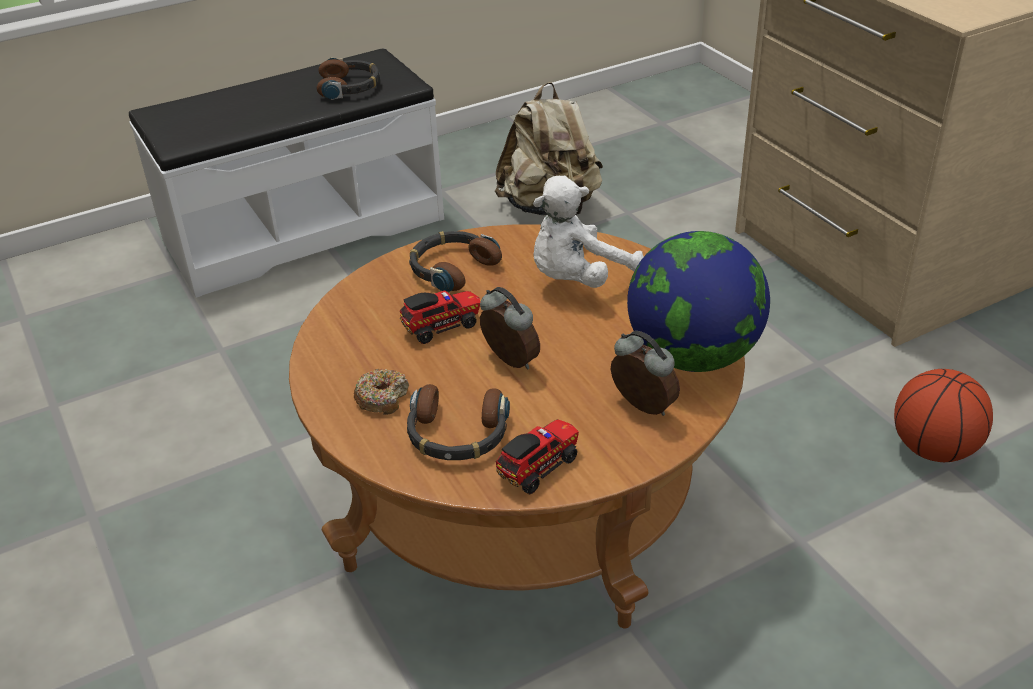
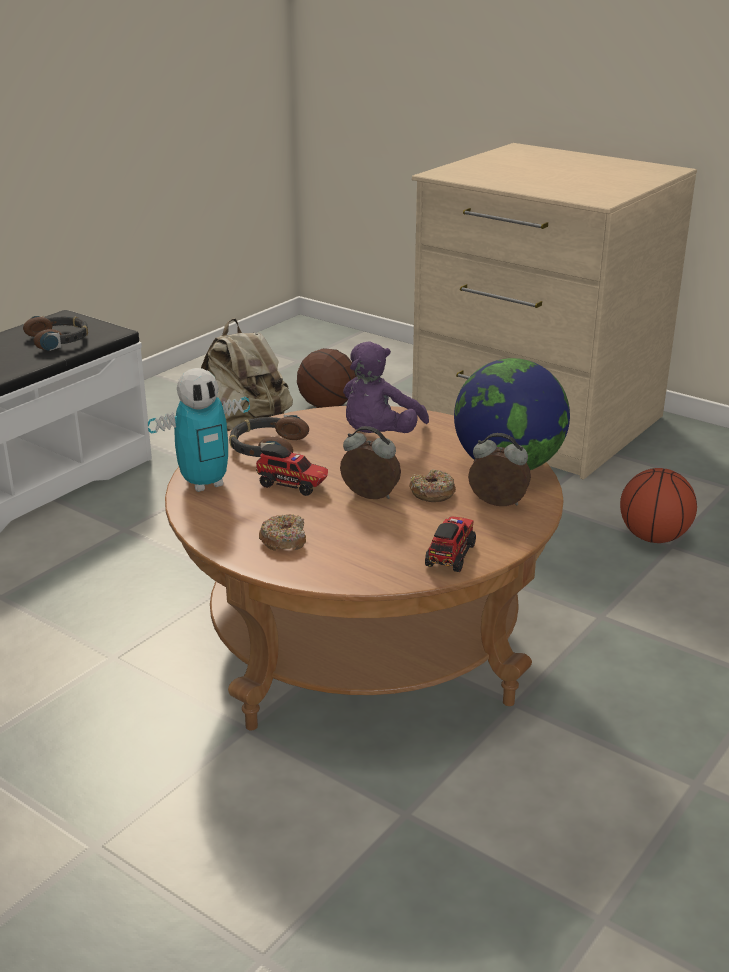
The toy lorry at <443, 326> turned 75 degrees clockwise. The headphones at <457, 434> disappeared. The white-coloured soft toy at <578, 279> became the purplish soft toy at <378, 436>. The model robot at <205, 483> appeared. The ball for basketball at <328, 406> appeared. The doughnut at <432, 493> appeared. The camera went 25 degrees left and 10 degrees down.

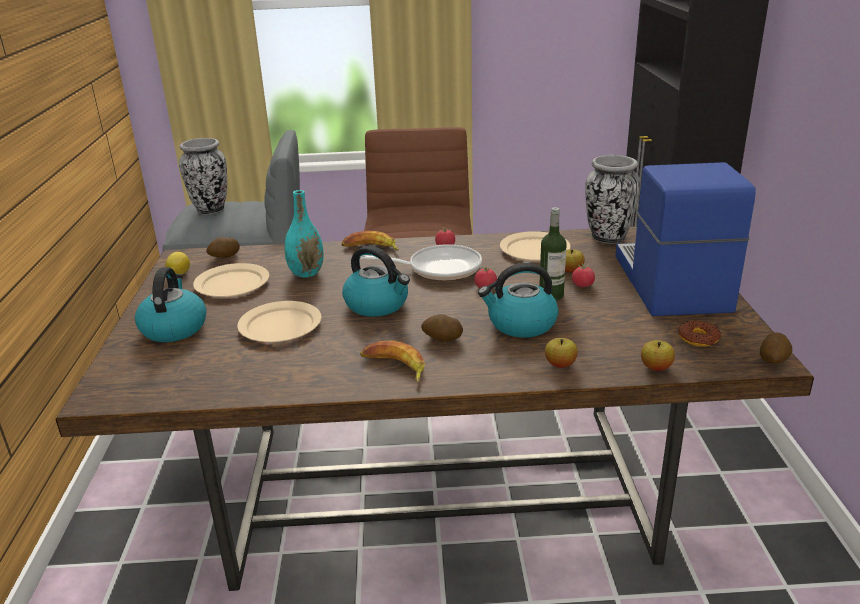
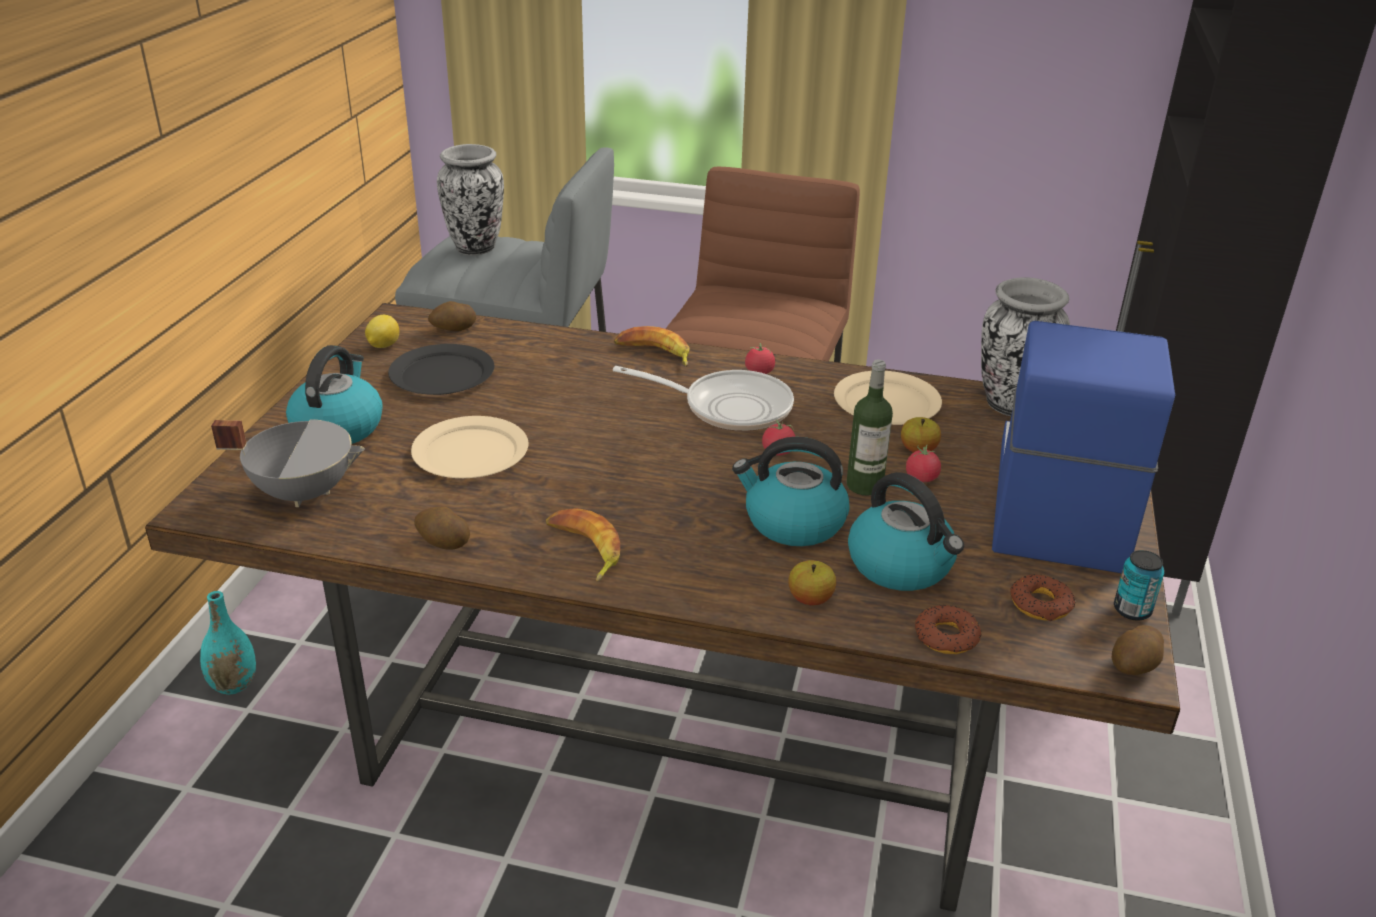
The beige flat dish at <233, 284> became the black-coloured flat dish at <443, 375>. The turquoise-coloured flower vase moved from <306, 273> to <234, 684>. The kettle moved from <377, 304> to <902, 566>. The potato moved from <442, 338> to <443, 542>. The apple at <656, 367> was replaced by the doughnut at <946, 636>. The gray cooking pot at <304, 491> appeared. The can at <1132, 610> appeared. The camera went 15 degrees right and 5 degrees up.

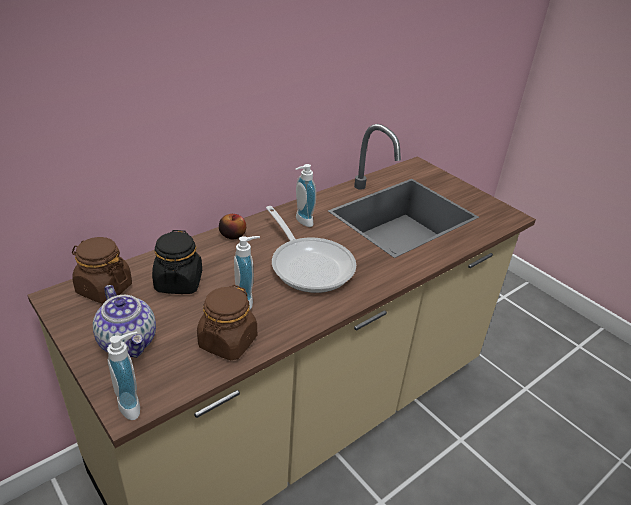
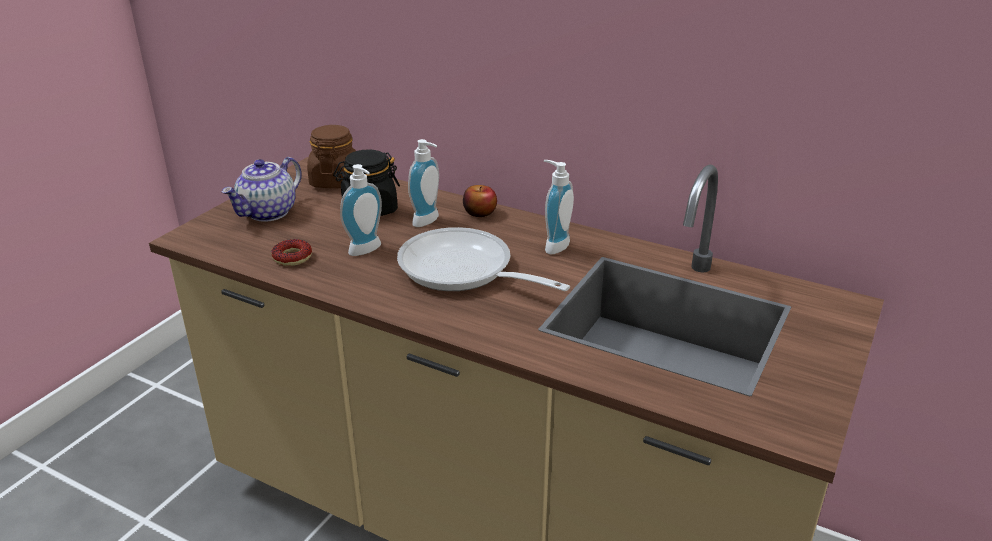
The liquid soap bottle moved from <133, 404> to <429, 221>. The brown-coloured preserve jar at <227, 342> was replaced by the doughnut at <292, 257>. The skillet at <309, 265> turned 90 degrees clockwise. The camera went 70 degrees right and 5 degrees down.

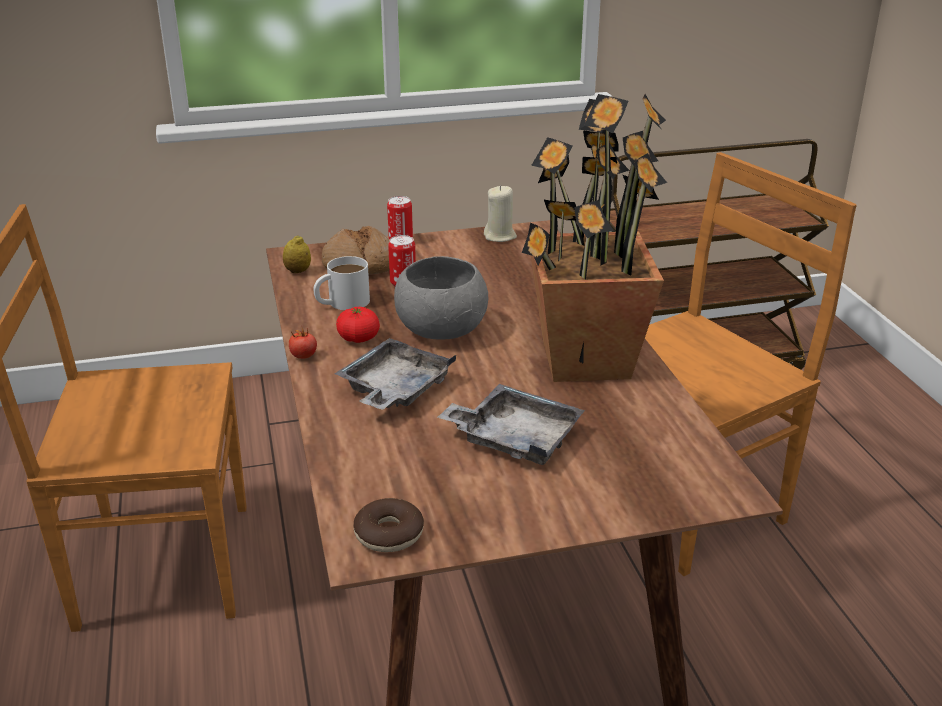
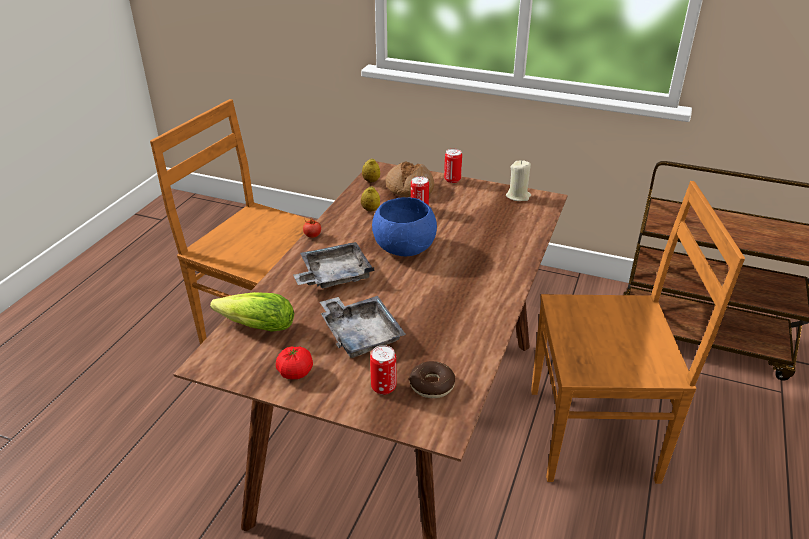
The white-coloured tea mug at <341, 303> was replaced by the citrus fruit at <370, 210>. The tomato moved from <358, 338> to <295, 372>. The doughnut moved from <389, 534> to <432, 385>. The gray serving bowl at <441, 329> became the bluish serving bowl at <405, 247>. The plant in a pot at <584, 359> disappeared. The lettuce at <253, 326> appeared. The can at <383, 387> appeared. The camera went 35 degrees right and 5 degrees up.

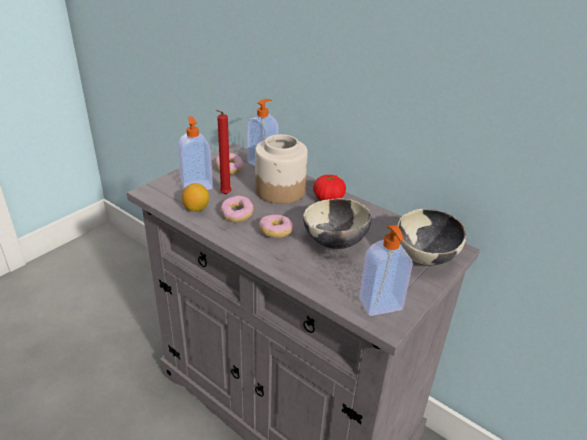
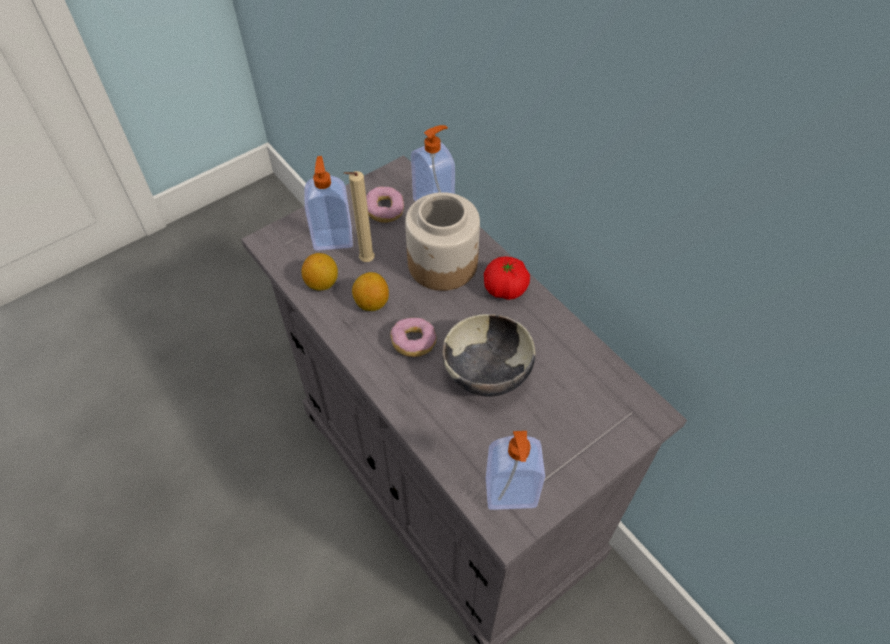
The reddish wax light at <224, 195> became the beige wax light at <365, 262>. The doughnut at <237, 215> was replaced by the citrus fruit at <372, 303>. The serving bowl at <425, 257> disappeared. The camera went 15 degrees right and 20 degrees up.

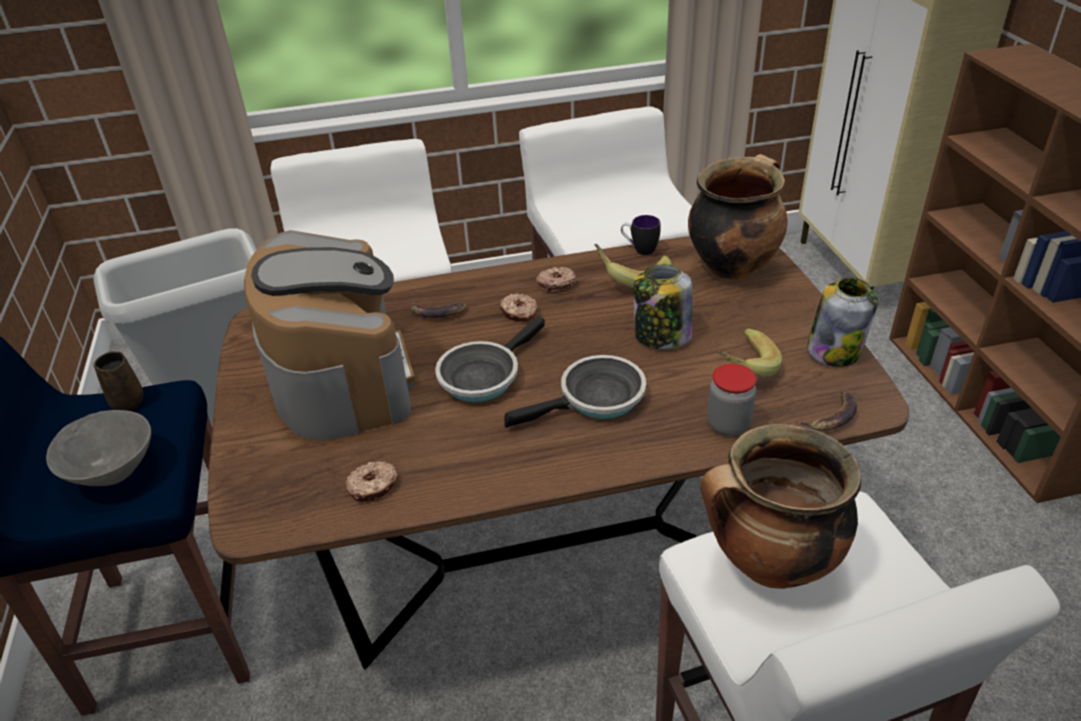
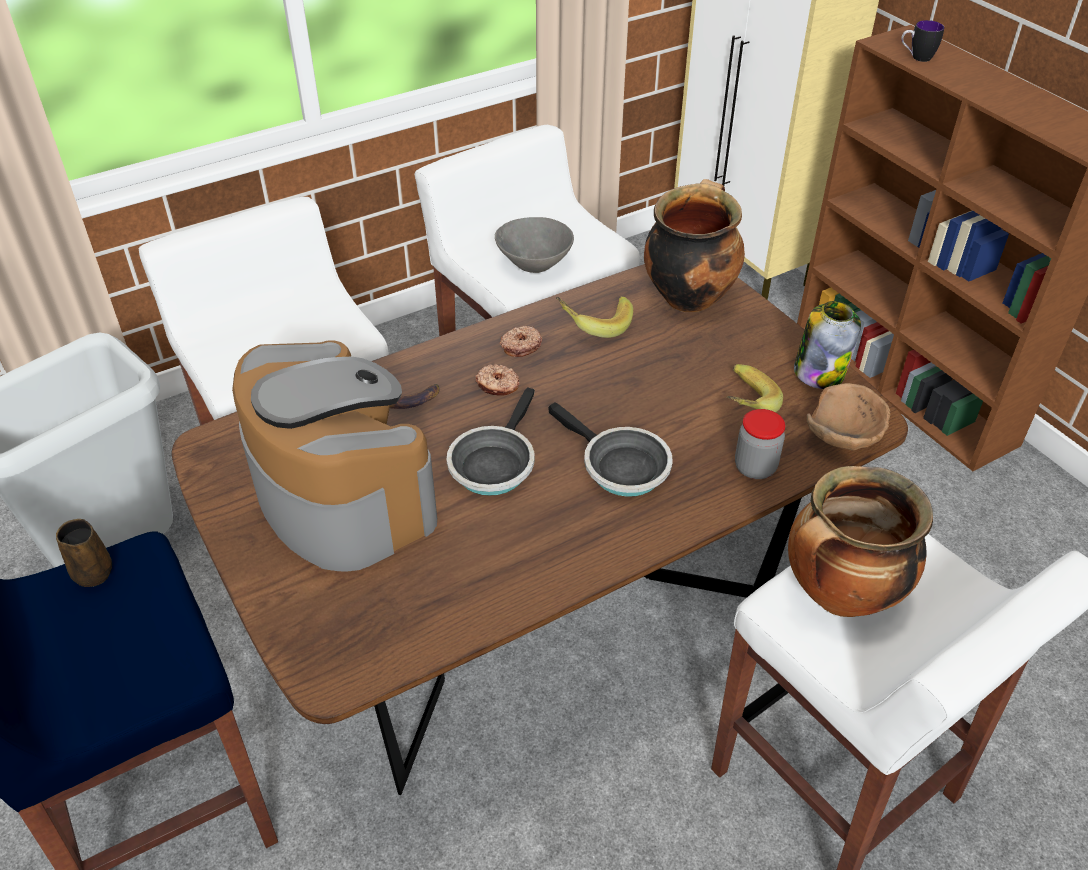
The gray serving bowl moved from <113, 470> to <534, 264>. The doughnut at <373, 487> disappeared. The skillet at <596, 399> turned 90 degrees clockwise. The tea mug moved from <639, 250> to <916, 58>. The preserve jar at <661, 336> disappeared. The banana fruit at <831, 416> was replaced by the brown-coloured serving bowl at <843, 440>. The camera went 20 degrees left and 5 degrees up.

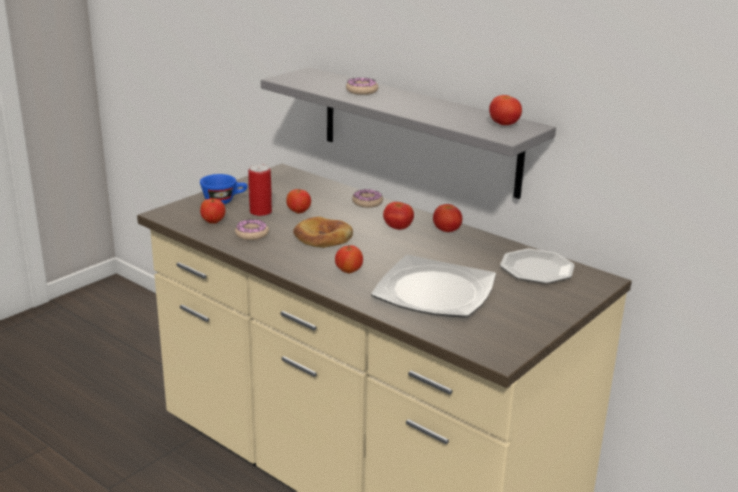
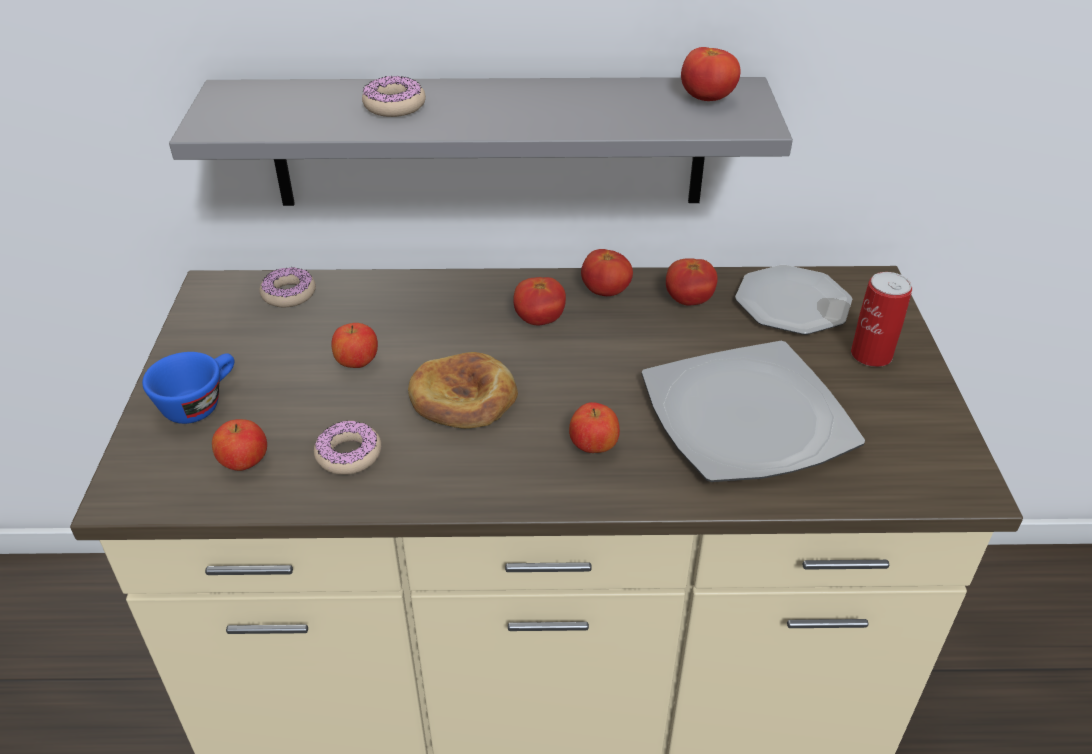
The can moved from <260, 212> to <871, 355>. The doughnut moved from <367, 203> to <289, 294>. The tomato at <688, 301> appeared. The camera went 40 degrees left and 15 degrees up.

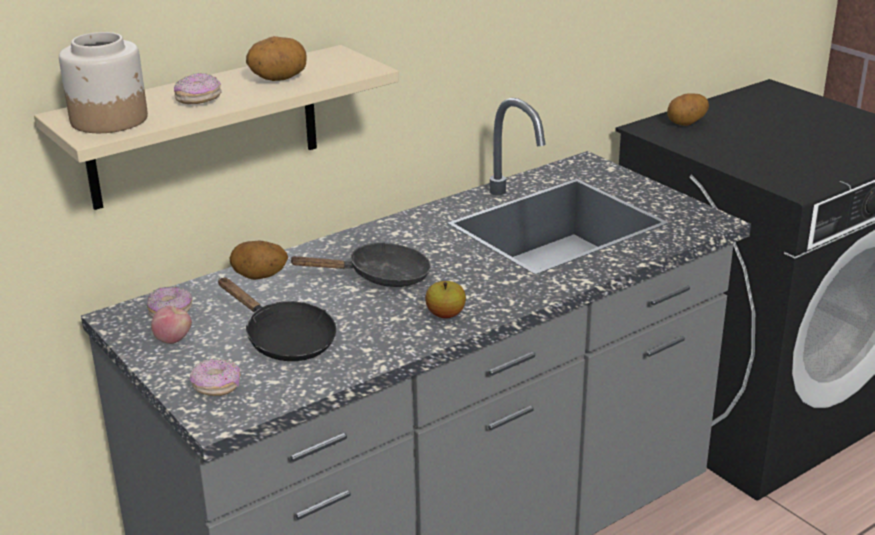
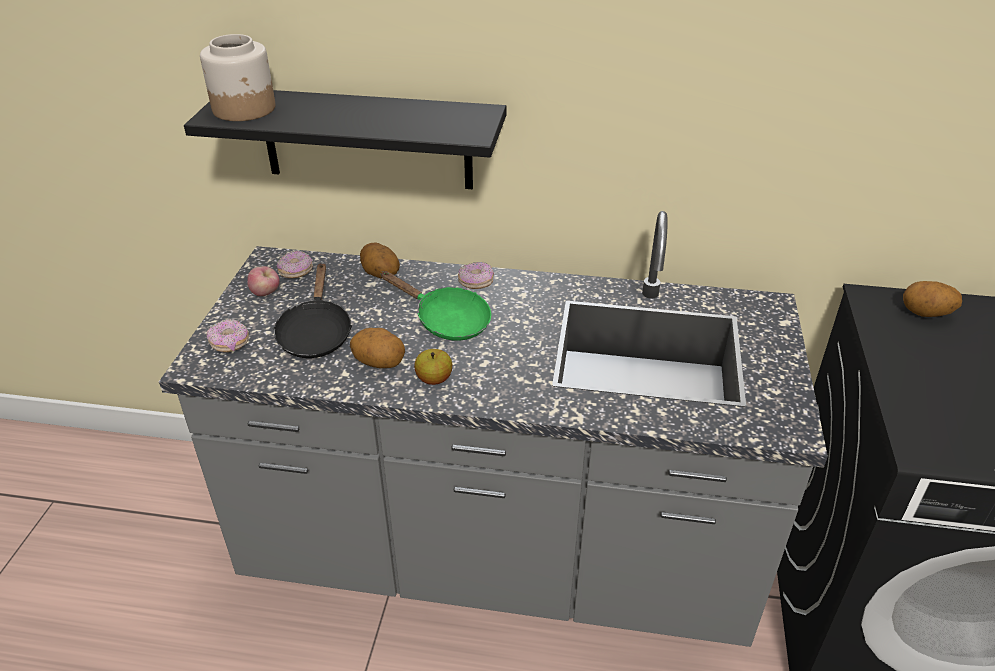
The beige wall shelf at <204, 127> became the black-coloured wall shelf at <367, 139>. The doughnut moved from <199, 100> to <476, 283>. The potato moved from <278, 79> to <379, 363>. The black-coloured skillet at <380, 277> became the green skillet at <446, 320>. The camera went 45 degrees right and 10 degrees up.

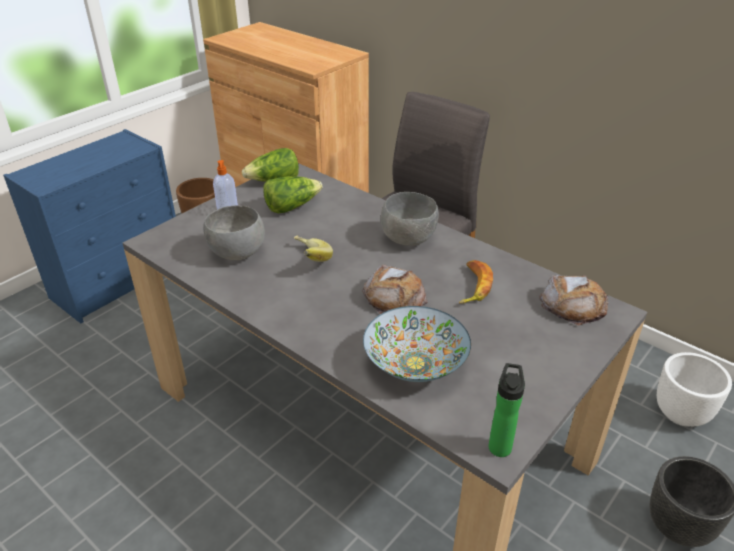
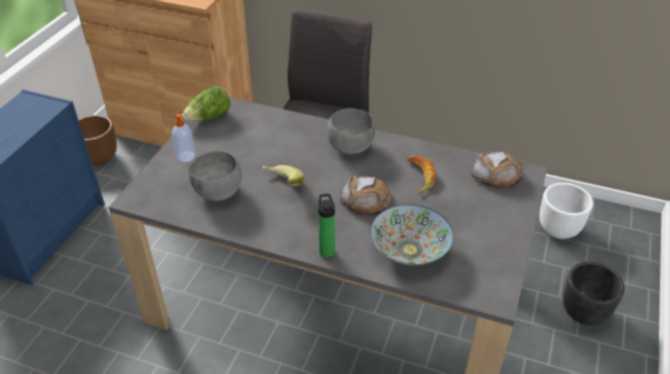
The lettuce at <291, 206> disappeared. The drink bottle moved from <500, 445> to <326, 250>. The camera went 20 degrees left and 5 degrees up.

